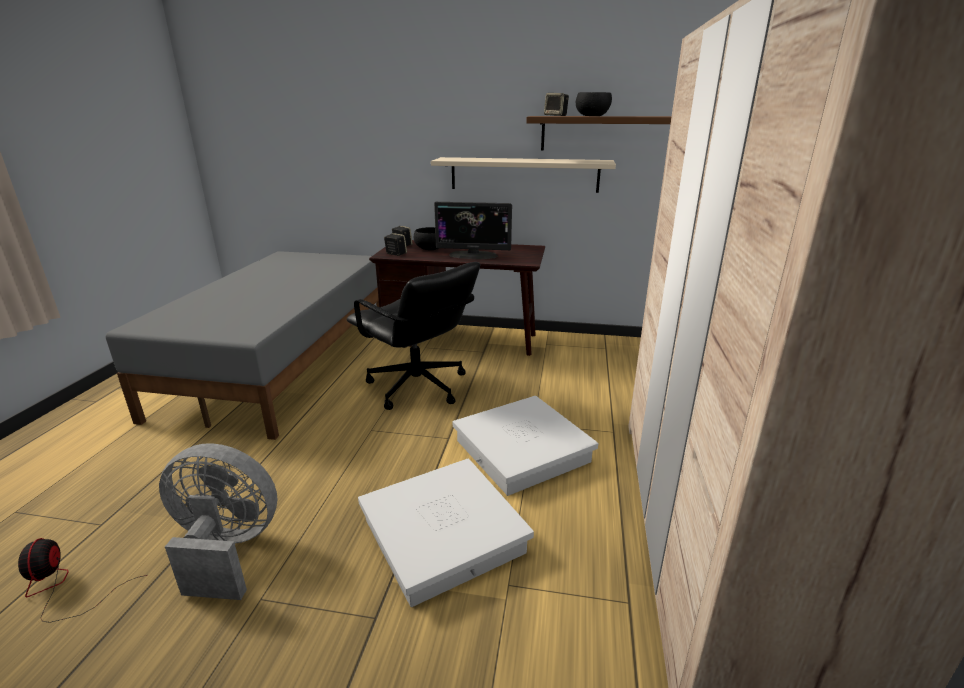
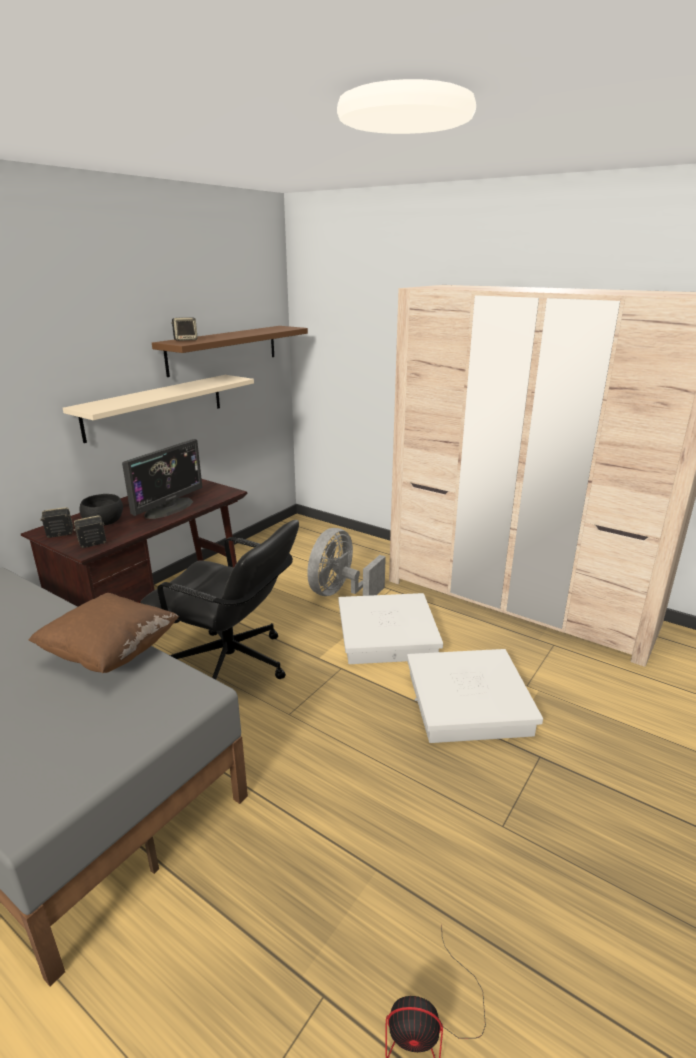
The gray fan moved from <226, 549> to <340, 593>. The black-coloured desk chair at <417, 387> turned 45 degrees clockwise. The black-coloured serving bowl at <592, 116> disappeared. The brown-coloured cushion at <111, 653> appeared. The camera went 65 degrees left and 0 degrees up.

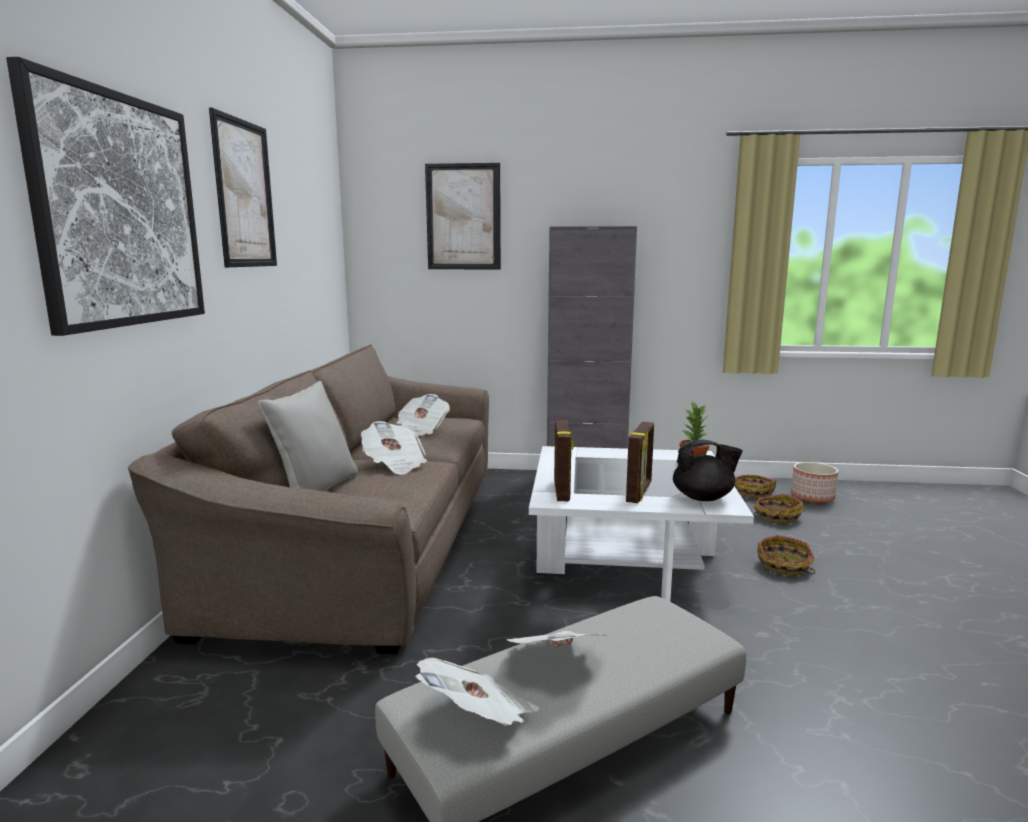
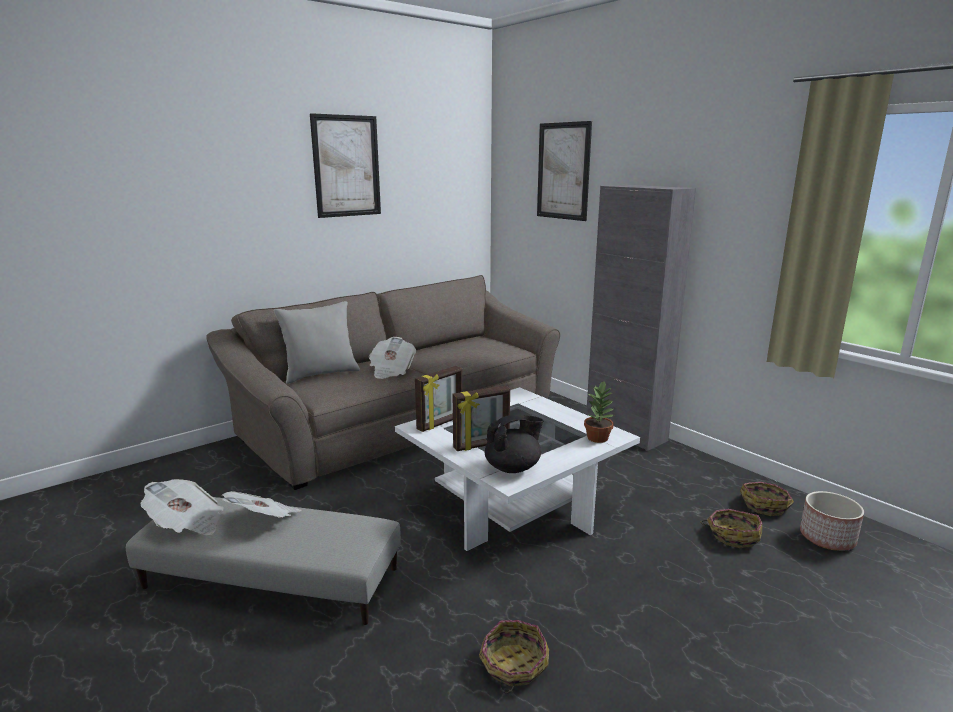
The picture at <120, 211> disappeared. The daily paper at <421, 430> disappeared. The black-coloured pot for tea at <703, 498> turned 75 degrees counterclockwise. The storage basket moved from <784, 566> to <513, 665>. The camera went 45 degrees right and 5 degrees up.

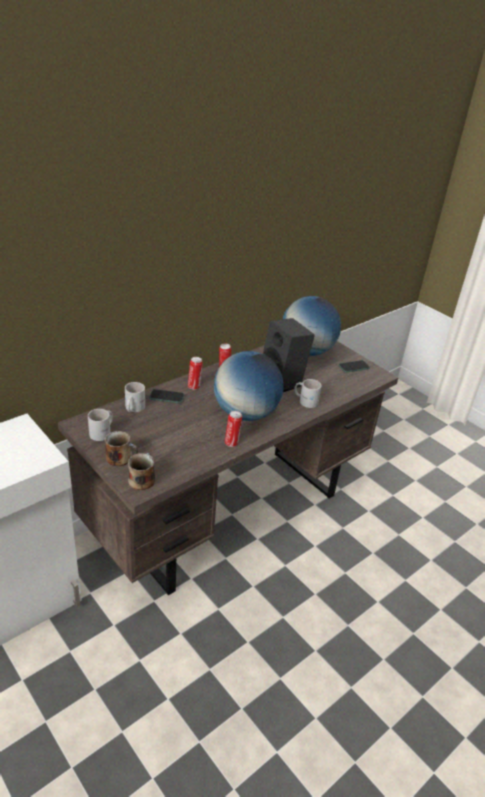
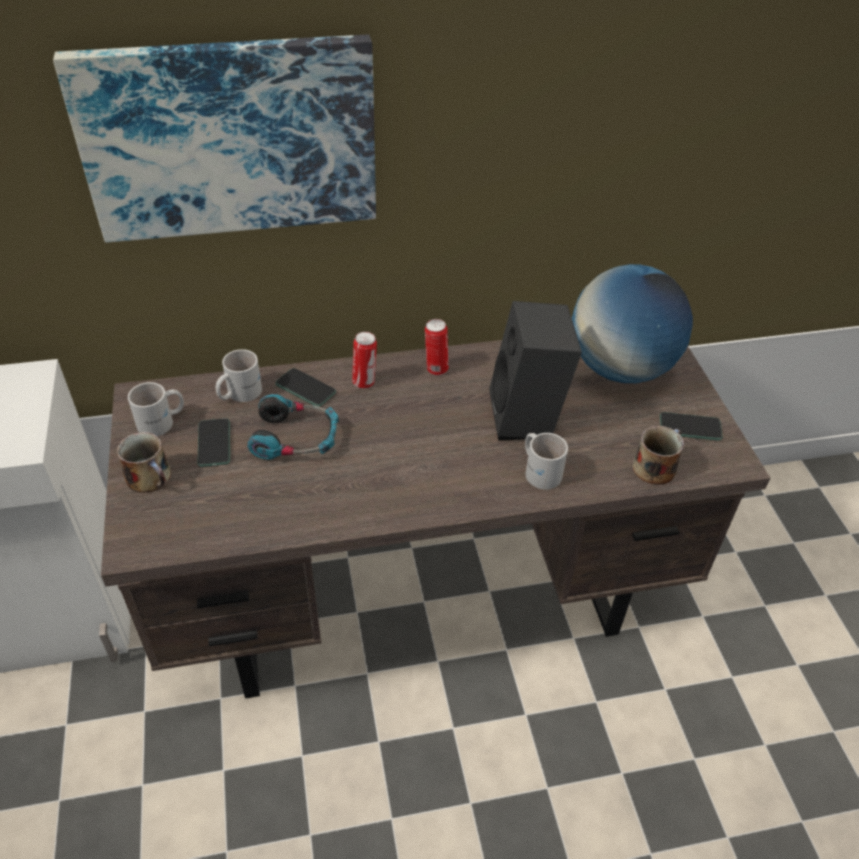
The tea mug moved from <142, 479> to <655, 466>. The desk globe at <245, 413> disappeared. The can at <232, 443> disappeared. The picture at <230, 138> appeared. The handset at <214, 443> appeared. The headphones at <296, 438> appeared. The camera went 30 degrees right and 10 degrees up.

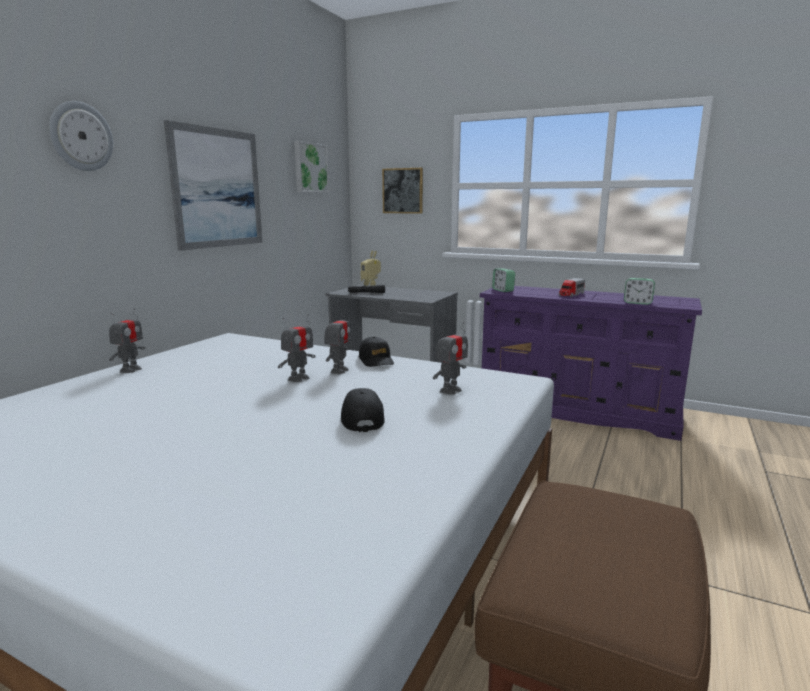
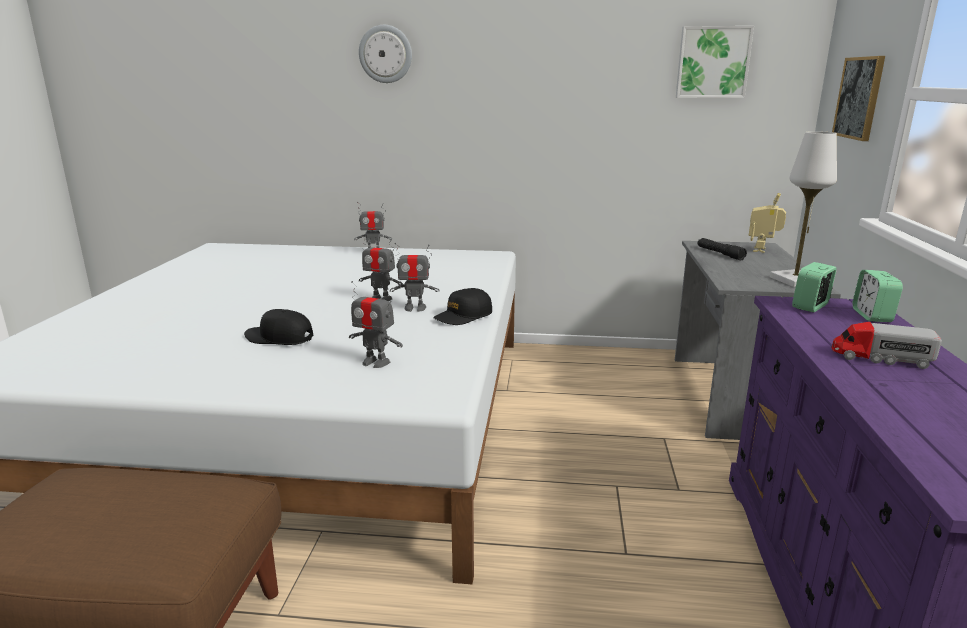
The picture at <217, 188> disappeared. The black-coloured cap at <361, 418> turned 135 degrees counterclockwise. The alarm clock moved from <637, 303> to <872, 316>. The white-coloured table lamp at <795, 280> appeared. The camera went 70 degrees right and 5 degrees up.

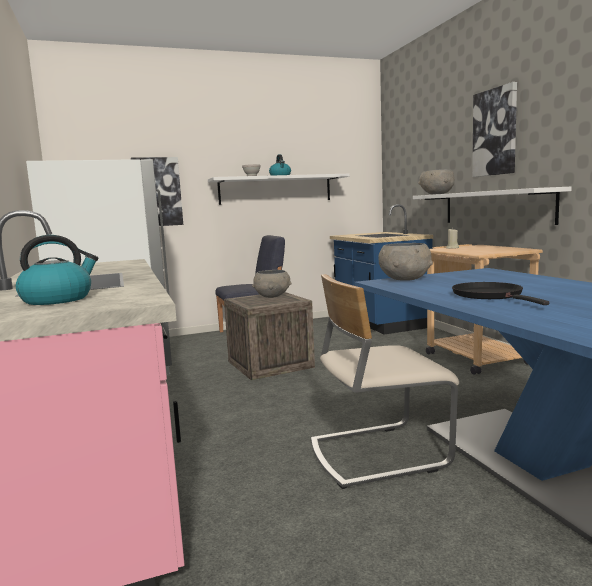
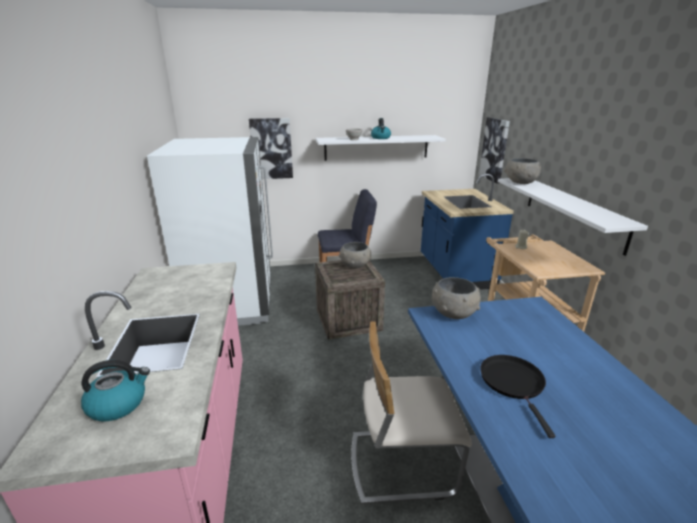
The picture moved from <495, 132> to <495, 149>. The camera went 10 degrees right and 15 degrees up.

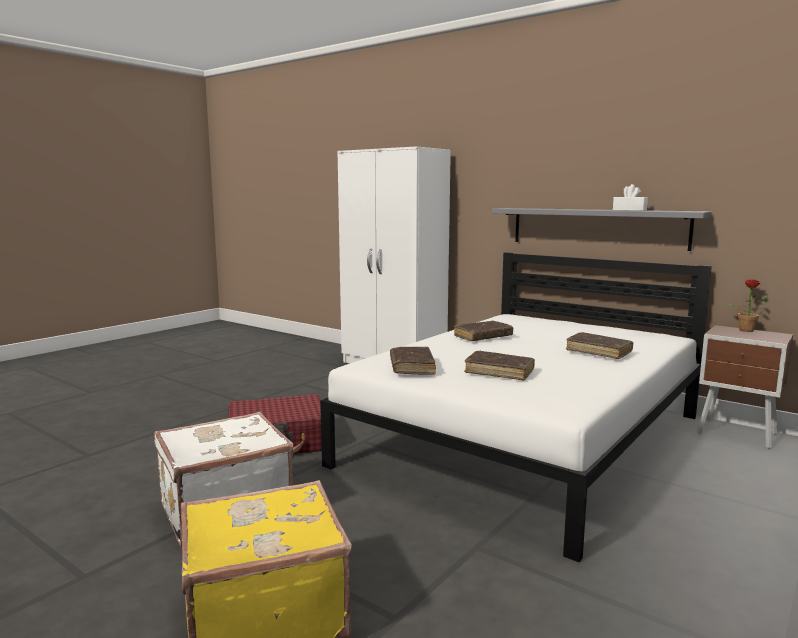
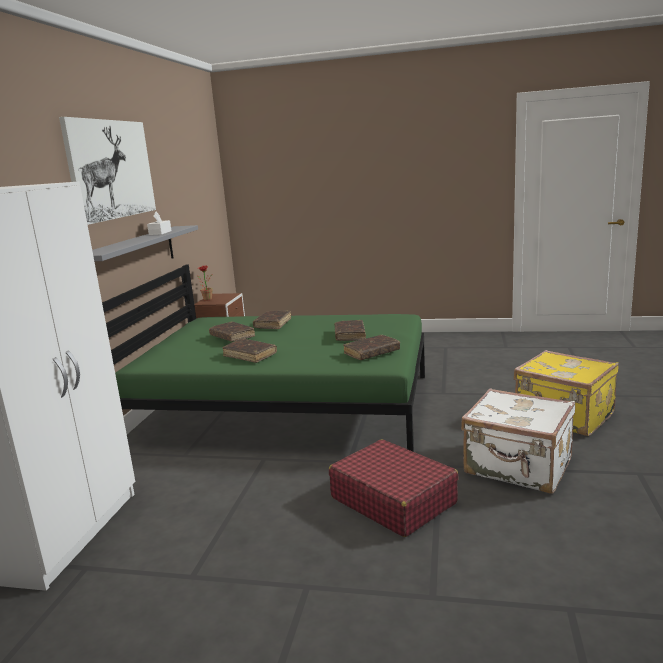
The white-coloured bedroom bed at <527, 439> became the green bedroom bed at <286, 408>. The picture at <111, 169> appeared. The brown-coloured book at <232, 336> appeared. The camera went 115 degrees left and 5 degrees up.

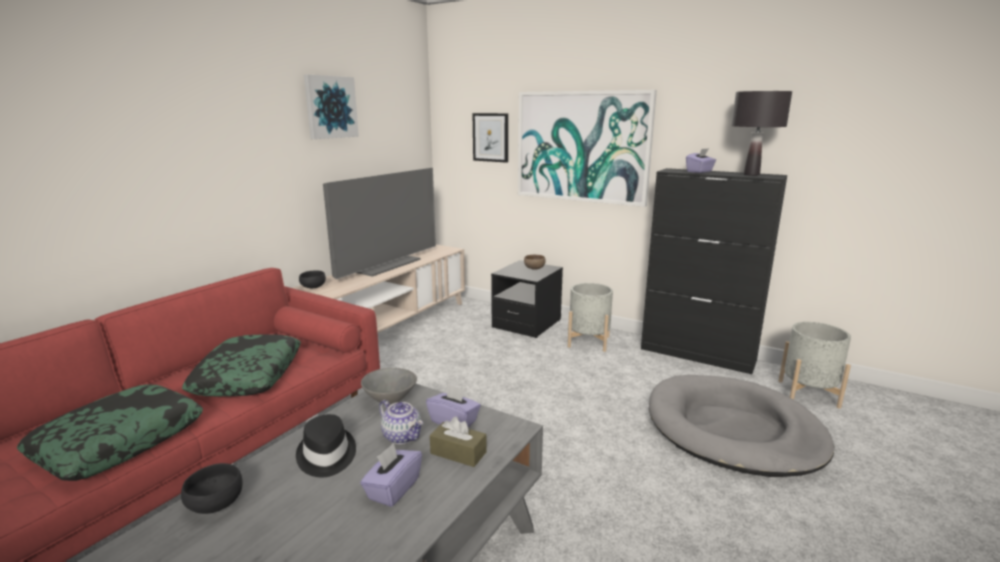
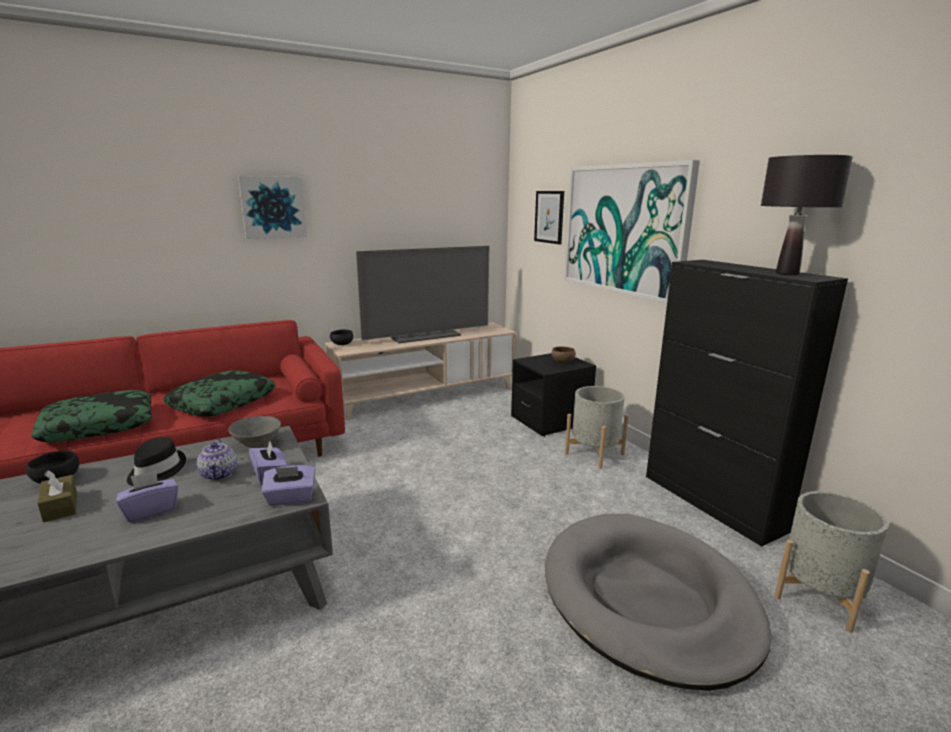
The picture moved from <330, 107> to <273, 207>. The brown-coloured tissue box moved from <458, 453> to <60, 506>. The purplish tissue box moved from <699, 171> to <291, 498>. The camera went 30 degrees right and 0 degrees up.

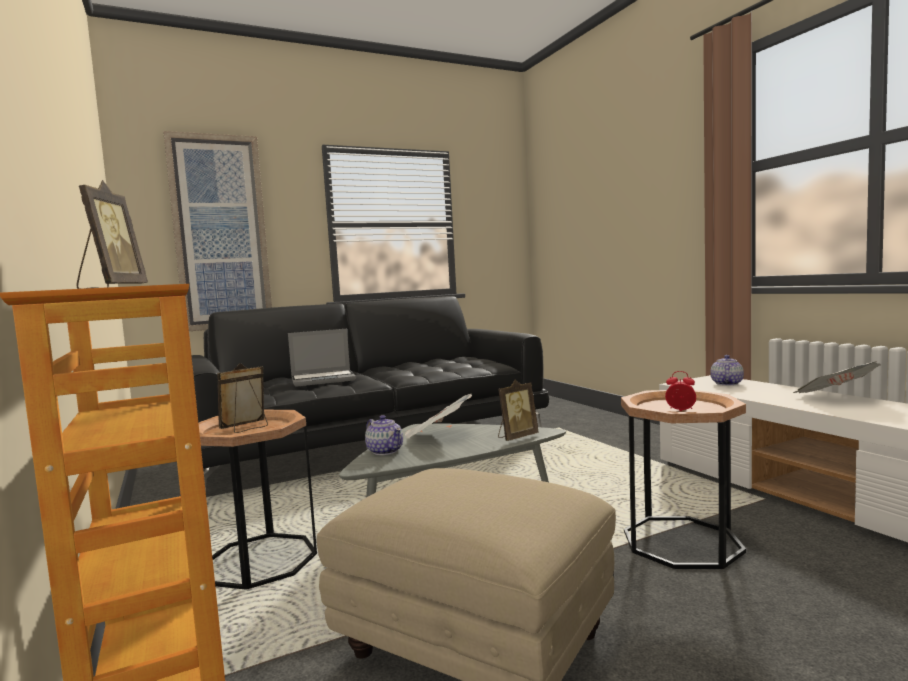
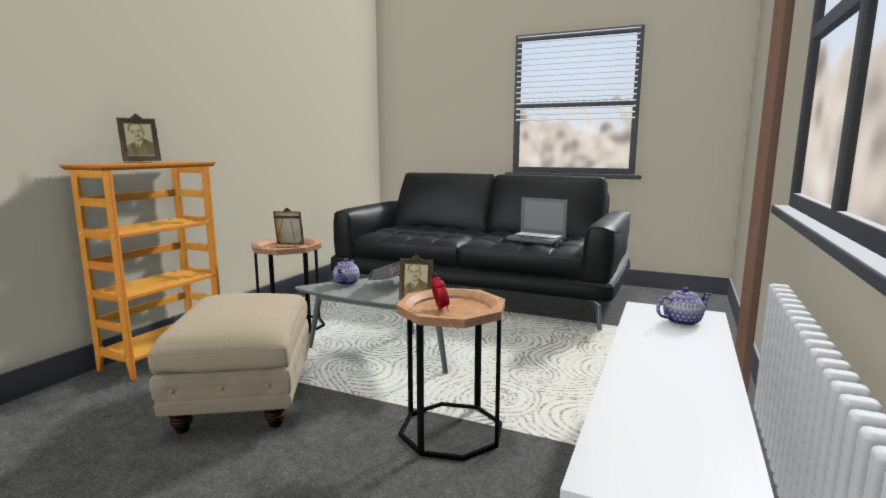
The picture at <220, 233> disappeared. The notebook computer moved from <324, 379> to <537, 239>. The daily paper at <834, 398> disappeared. The camera went 50 degrees right and 5 degrees up.

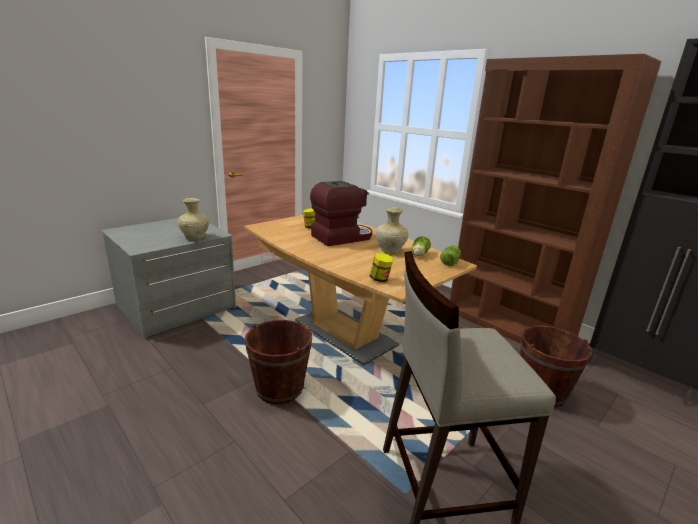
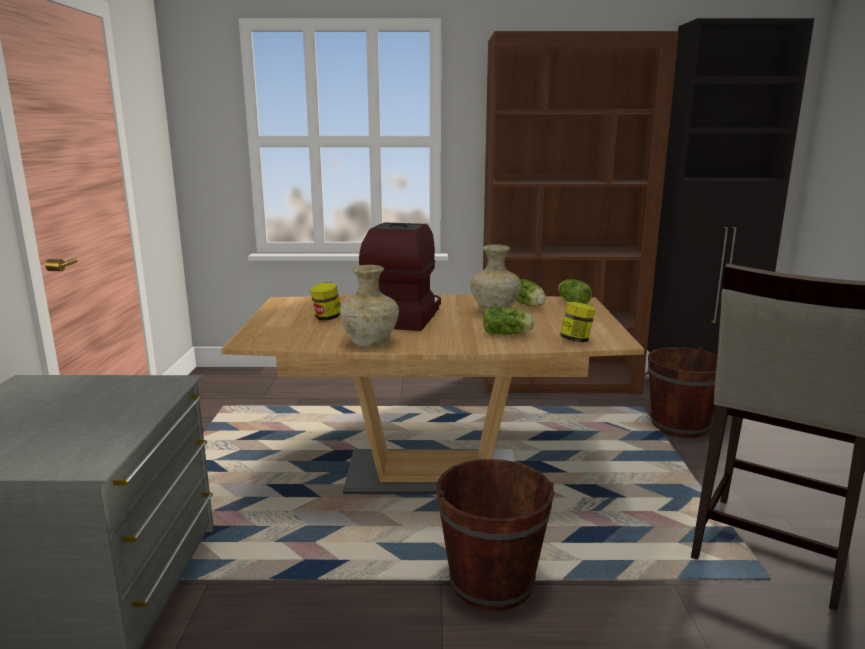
The beige flower vase moved from <194, 237> to <369, 343>. The lettuce at <508, 334> appeared. The camera went 45 degrees left and 5 degrees down.

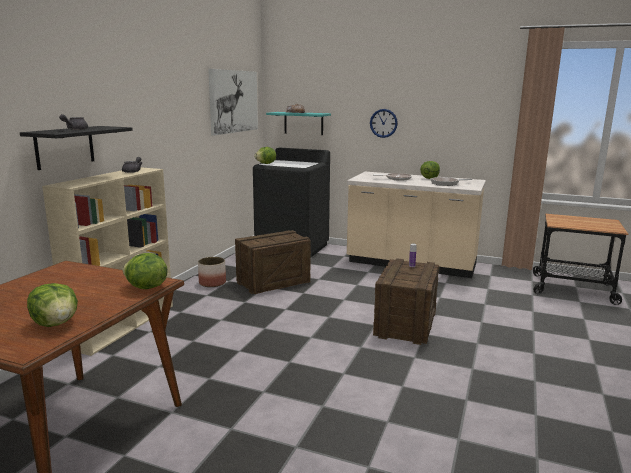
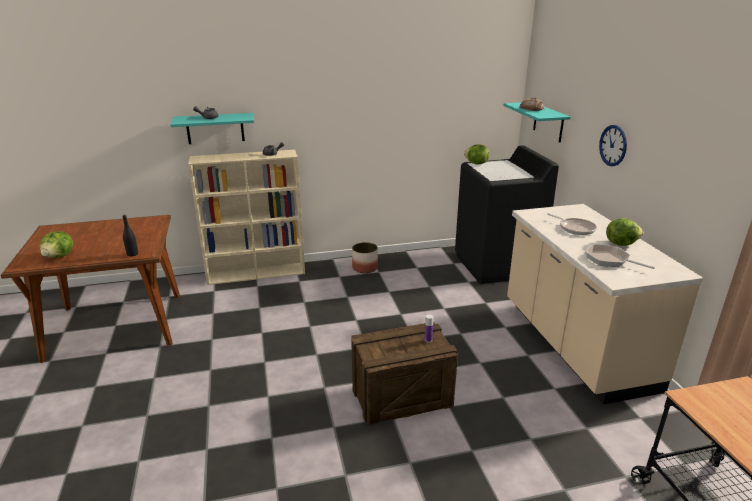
The black-coloured wall shelf at <65, 147> became the turquoise-coloured wall shelf at <215, 128>. The lettuce at <146, 288> was replaced by the black-coloured drink bottle at <132, 254>. The picture at <233, 101> disappeared. The crate at <273, 282> disappeared. The camera went 55 degrees right and 10 degrees up.

